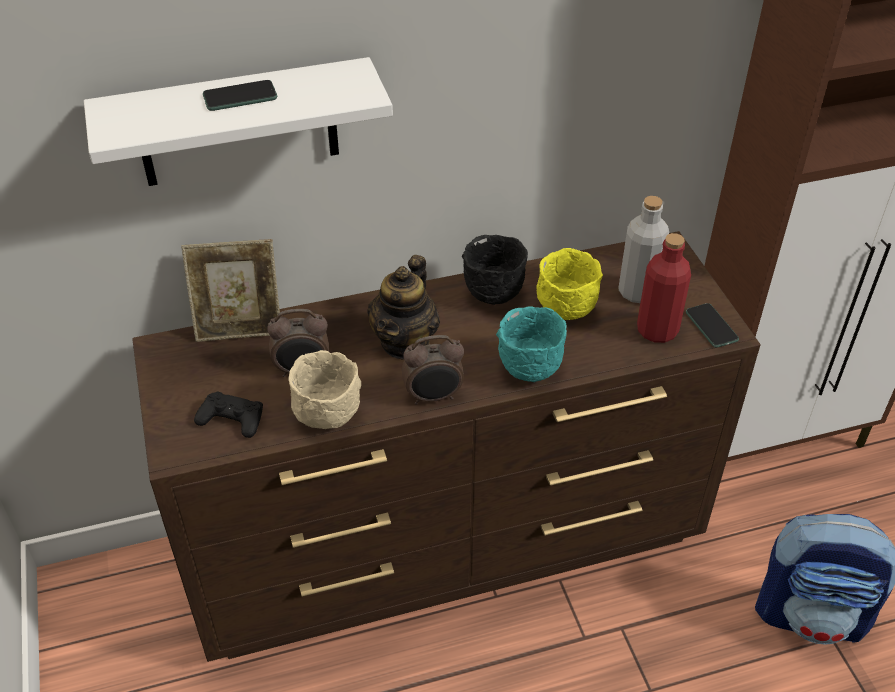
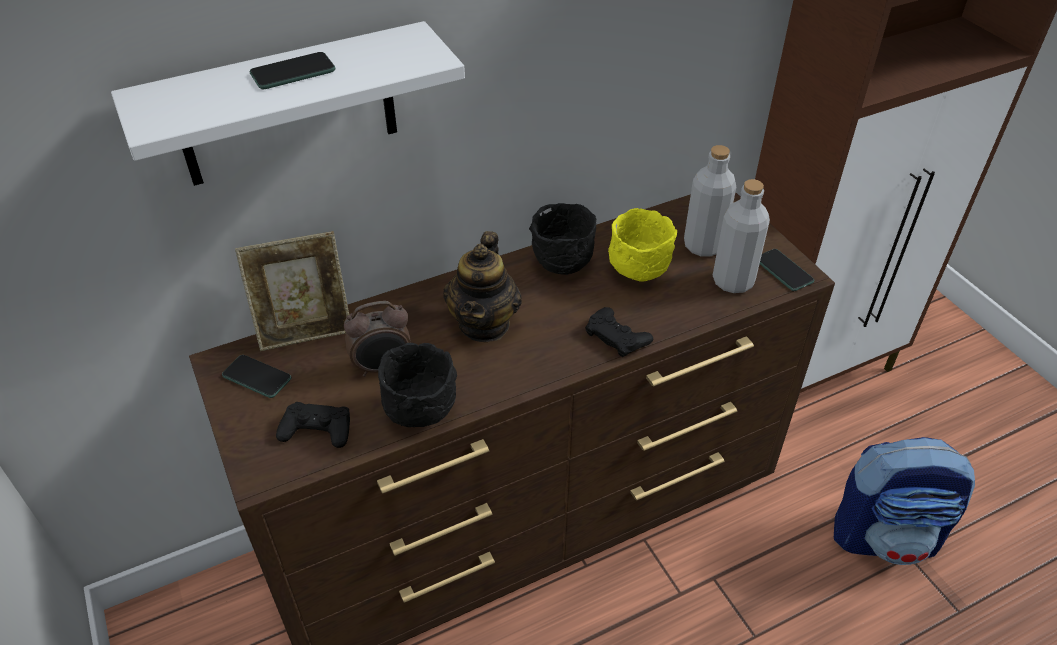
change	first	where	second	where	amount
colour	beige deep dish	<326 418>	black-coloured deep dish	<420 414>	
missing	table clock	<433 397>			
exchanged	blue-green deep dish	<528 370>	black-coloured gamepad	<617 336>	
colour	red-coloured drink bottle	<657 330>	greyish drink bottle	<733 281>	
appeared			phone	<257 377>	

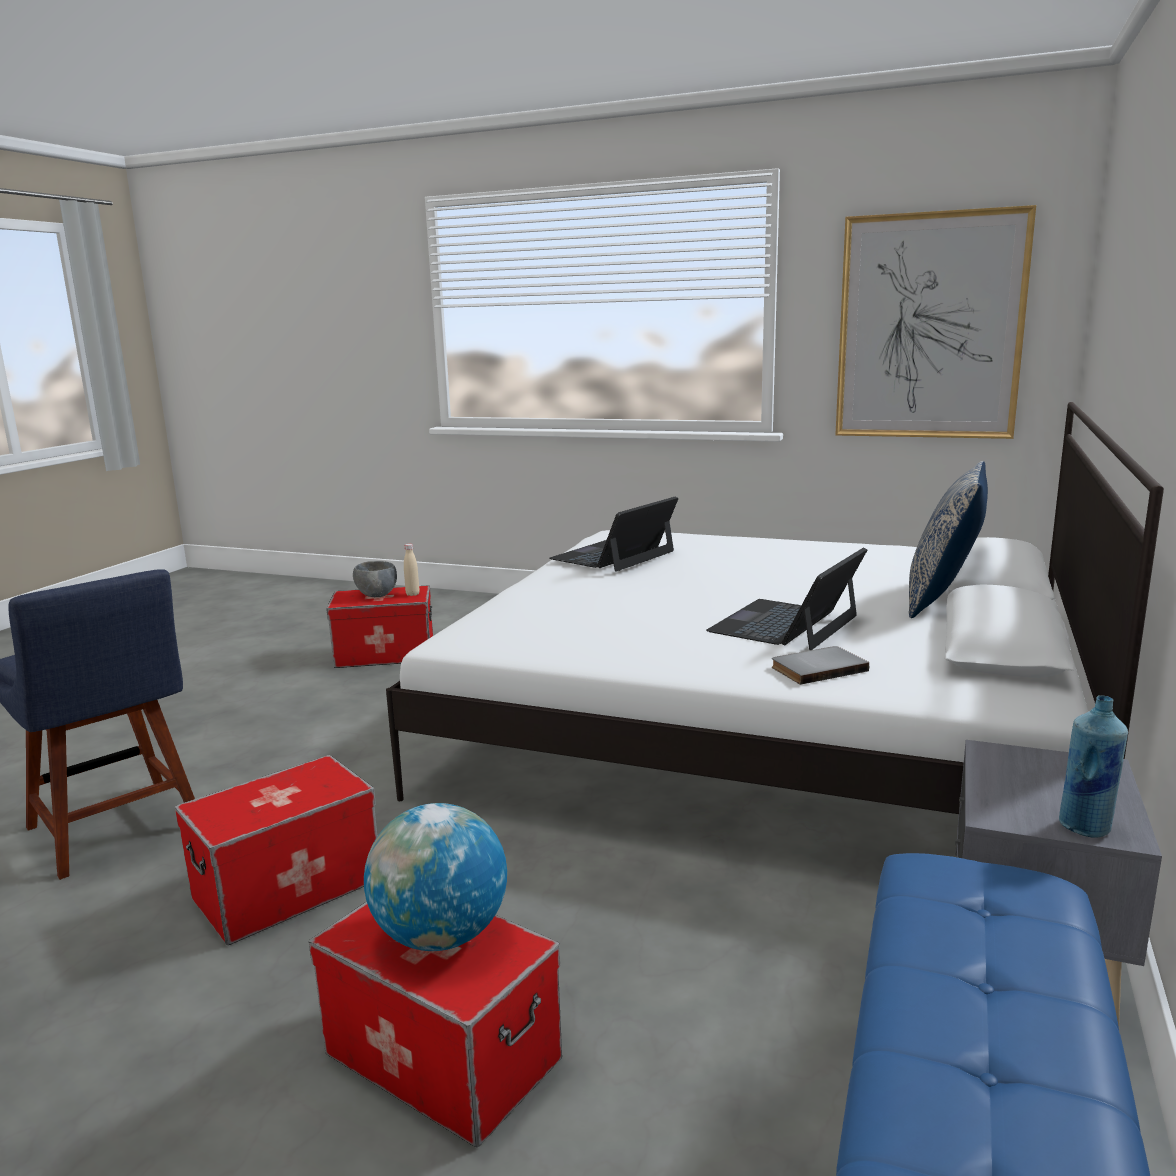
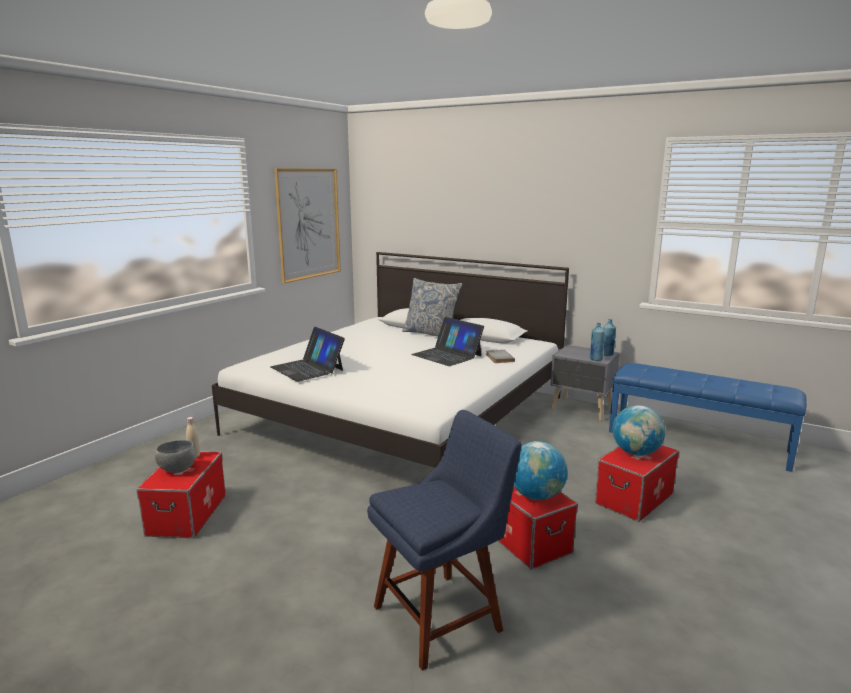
change	first	where	second	where	amount
appeared			world globe	<536 495>	
appeared			blue drink bottle	<596 359>	

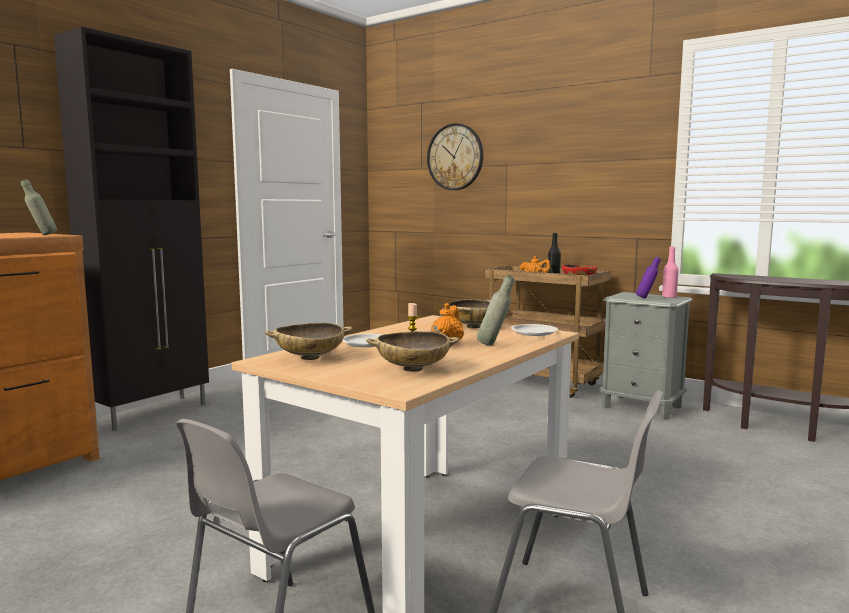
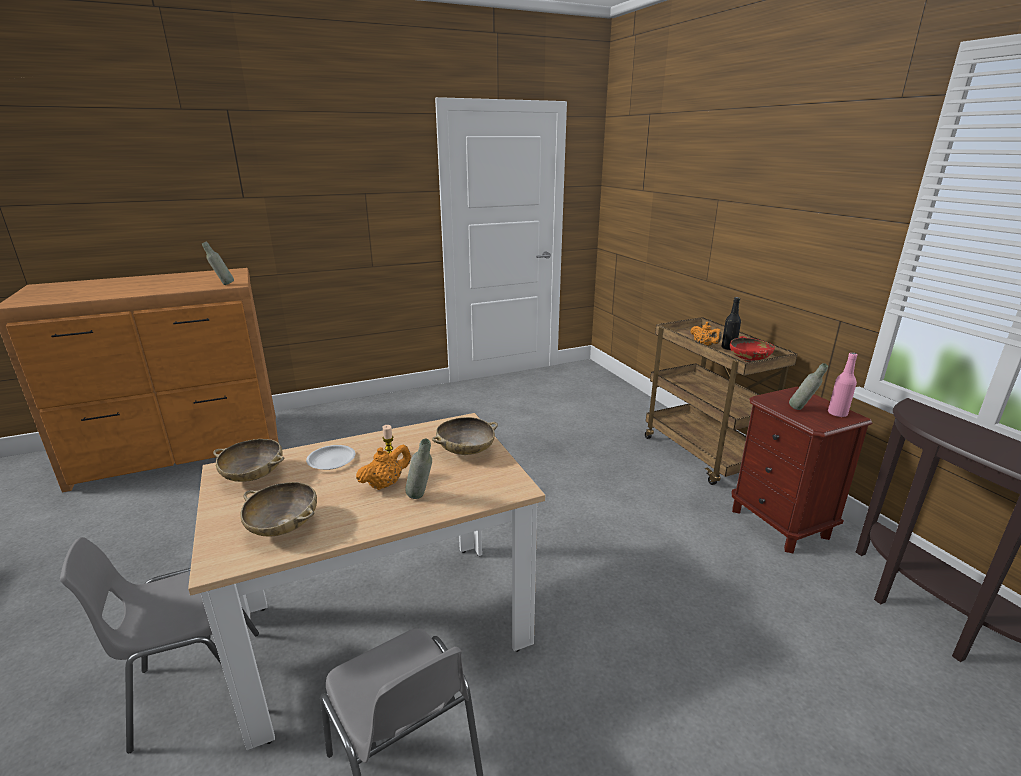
change	first	where	second	where	amount
missing	black-coloured storage cabinet	<152 412>			
missing	clock on the wall	<455 157>			
missing	white flat dish	<534 333>			
colour	greyish nightstand	<641 407>	brownish nightstand	<779 523>	
colour	purple-coloured drink bottle	<647 298>	greyish drink bottle	<802 410>	

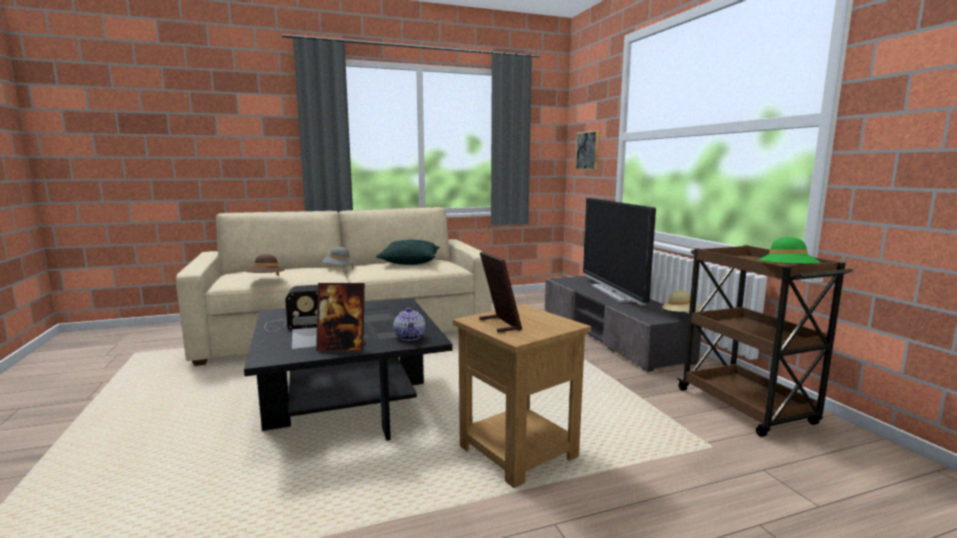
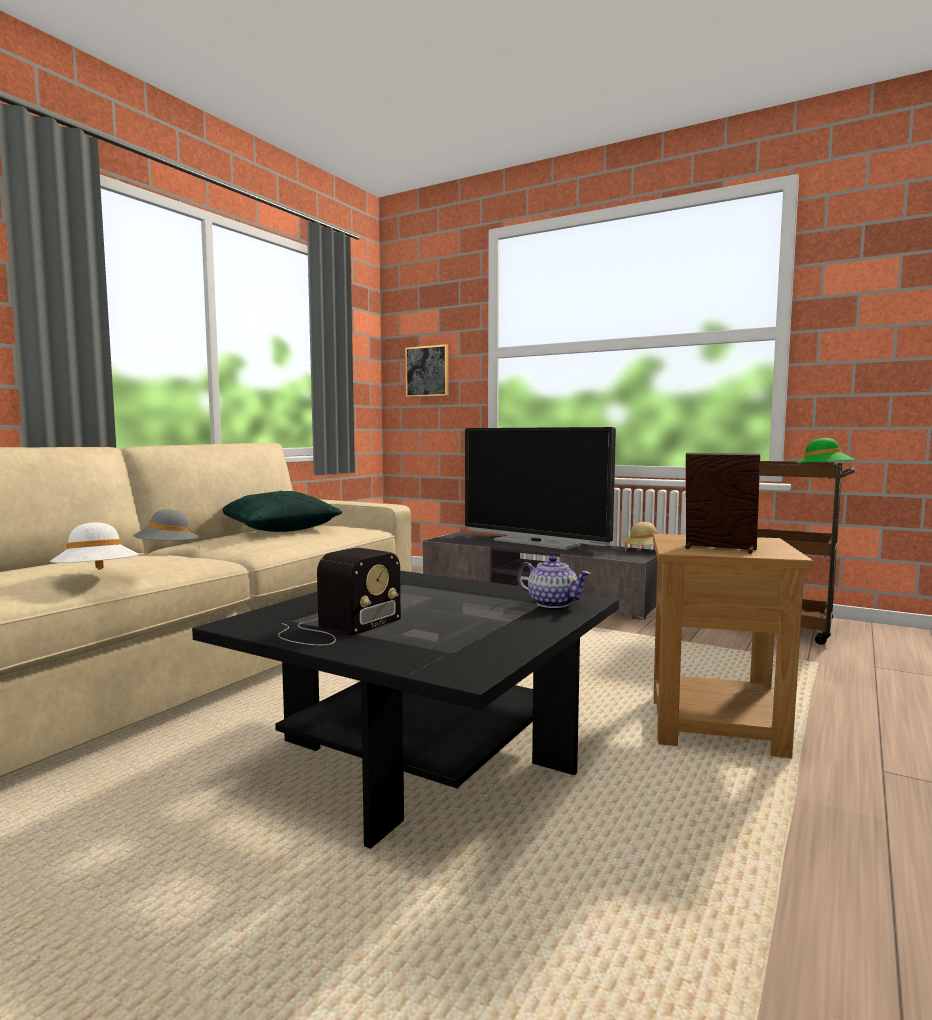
change	first	where	second	where	amount
colour	brownish clothing hat	<266 279>	white clothing hat	<97 577>	
missing	picture frame	<342 347>			

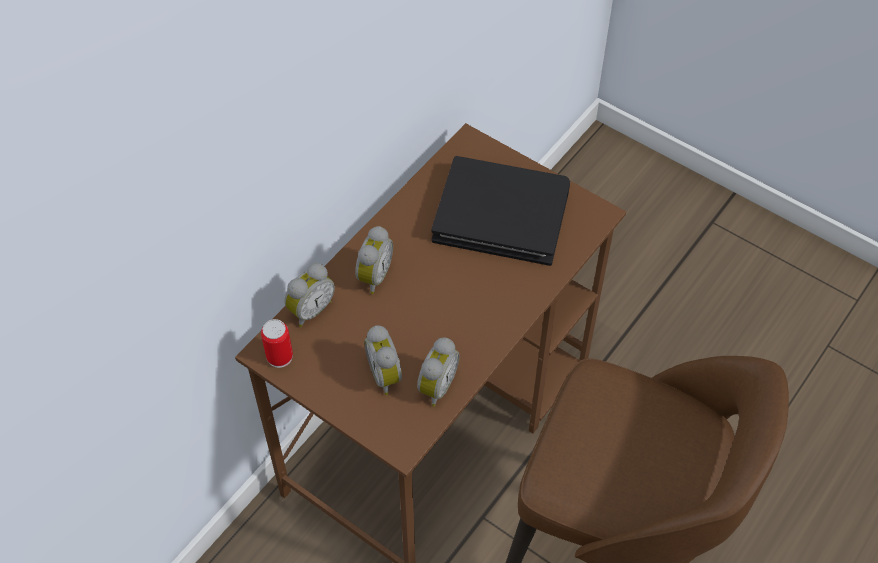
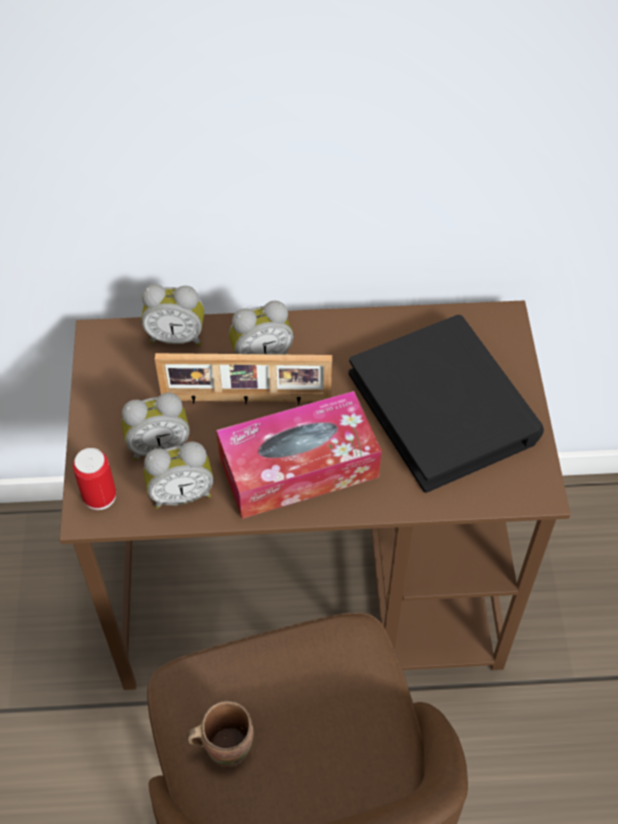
change	first	where	second	where	amount
relocated	sealed can	<279 357>		<99 496>	
spun	table clock	<387 375>		<159 445>	135 degrees counterclockwise
appeared			picture frame	<246 400>	
appeared			brownish tea mug	<225 744>	
appeared			tissue holder	<298 467>	

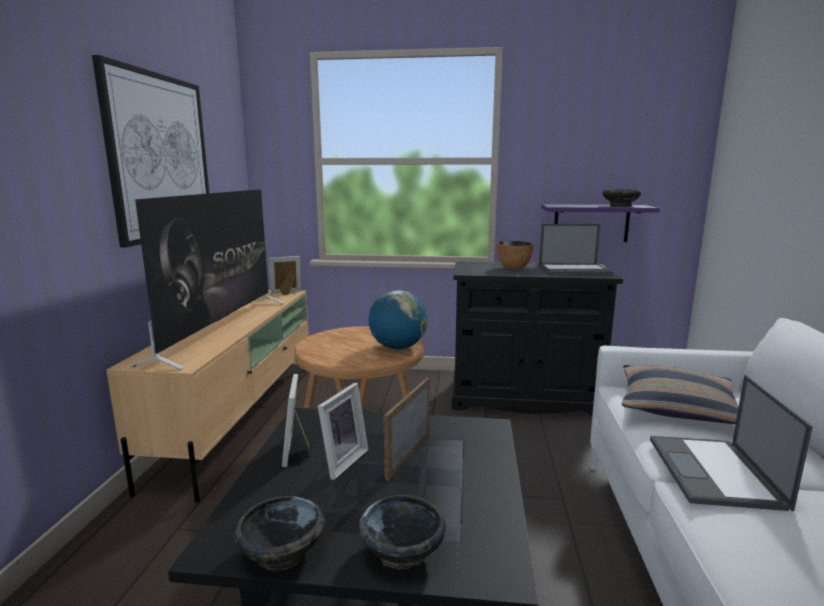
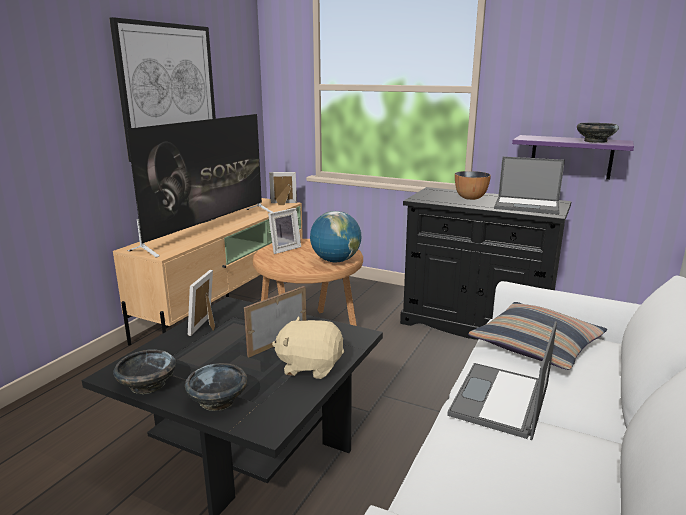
change	first	where	second	where	amount
relocated	picture frame	<340 461>		<284 249>	
appeared			beige plush toy	<310 366>	

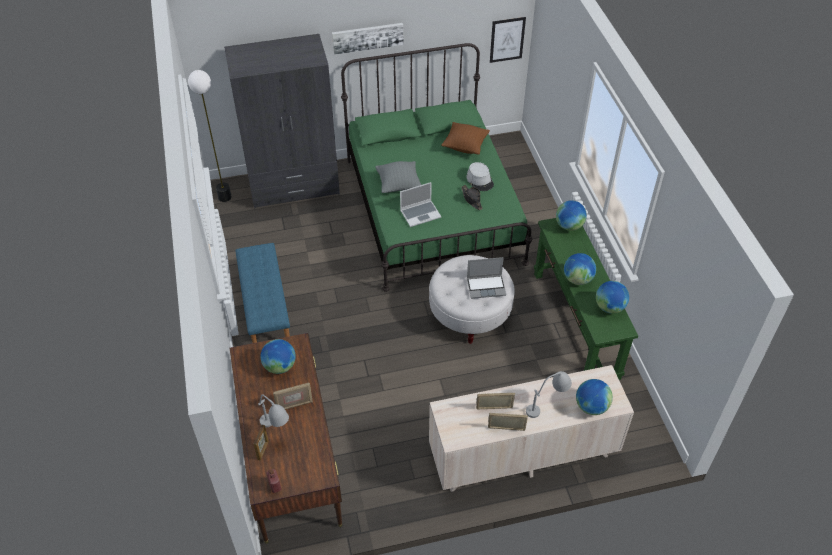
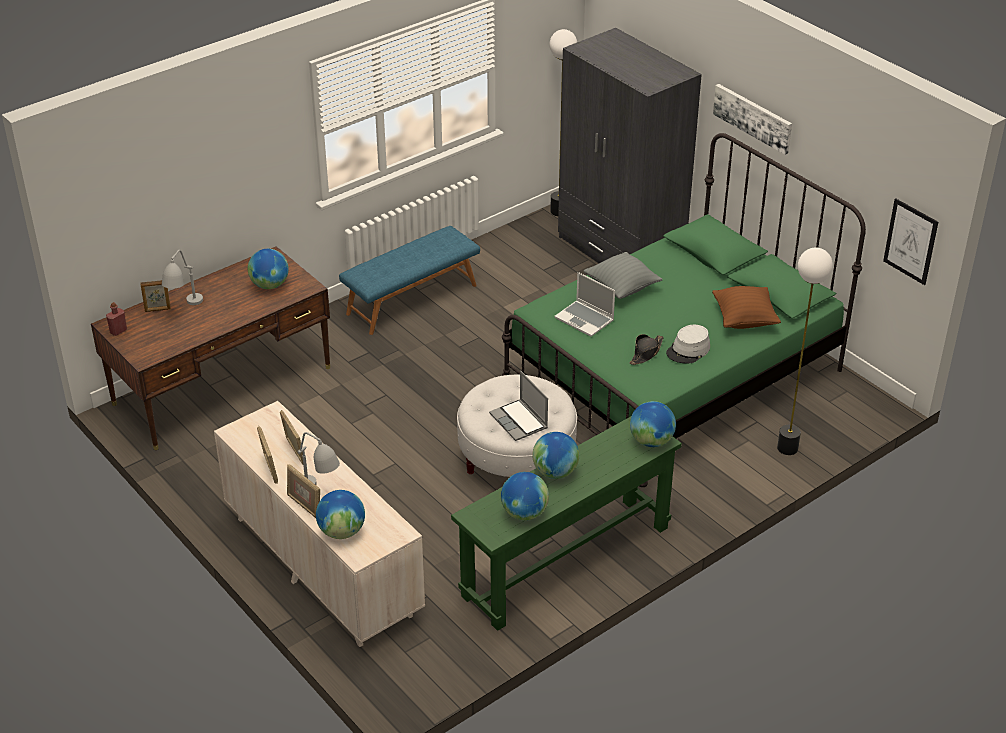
change	first	where	second	where	amount
relocated	picture frame	<294 405>		<304 506>	
appeared			standing lamp	<787 448>	

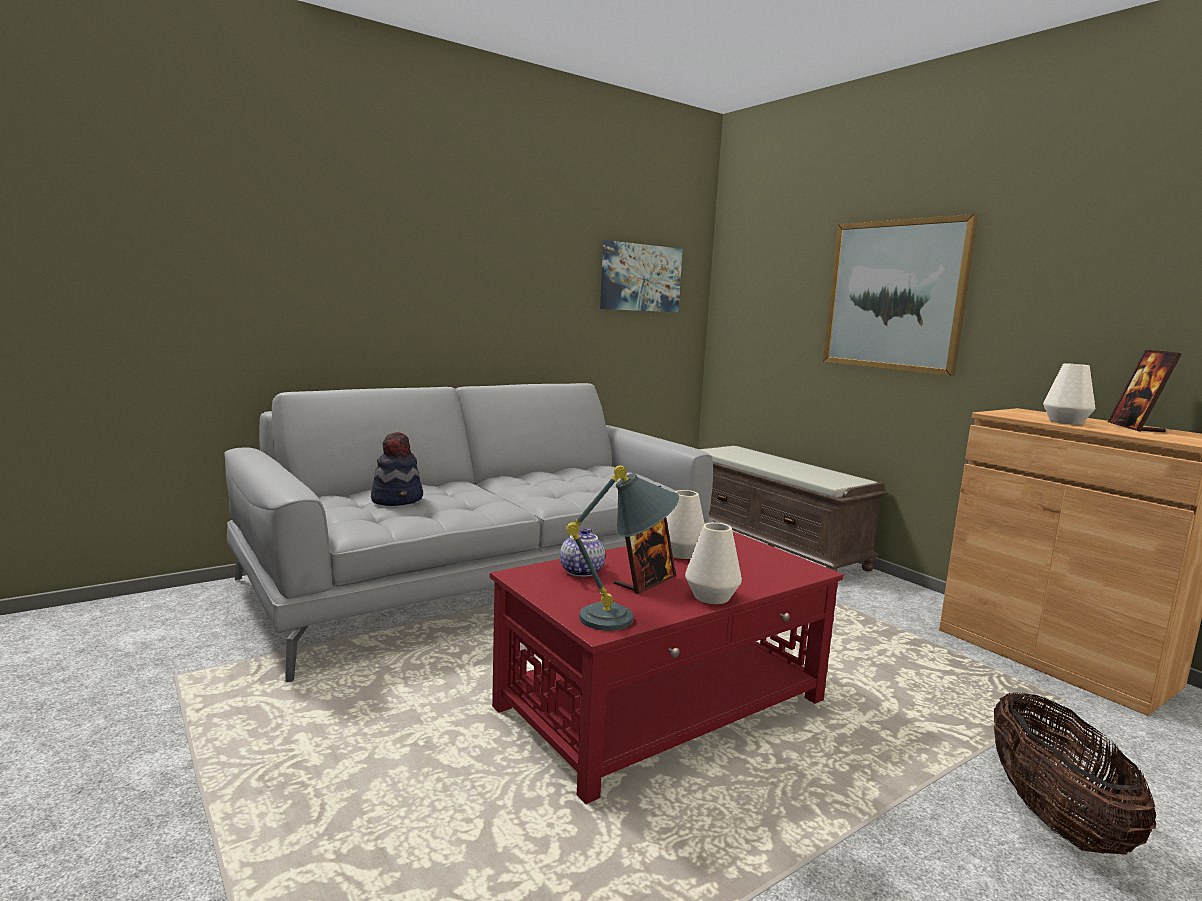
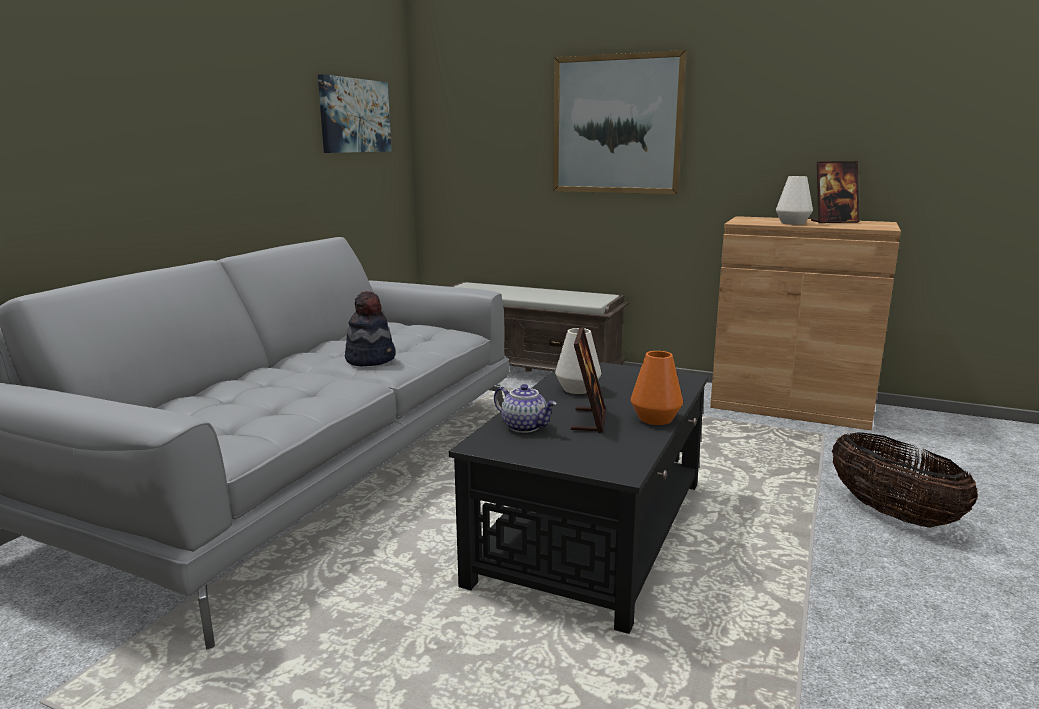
change	first	where	second	where	amount
relocated	clothing hat	<398 500>		<371 359>	
colour	red-coloured lounge table	<664 704>	black-coloured lounge table	<594 530>	
spun	teapot	<580 571>		<525 426>	150 degrees clockwise
missing	greyish lamp for a table	<626 619>			
colour	white vase	<711 597>	orange-coloured vase	<655 419>	
spun	picture frame	<1135 428>		<834 222>	75 degrees counterclockwise

